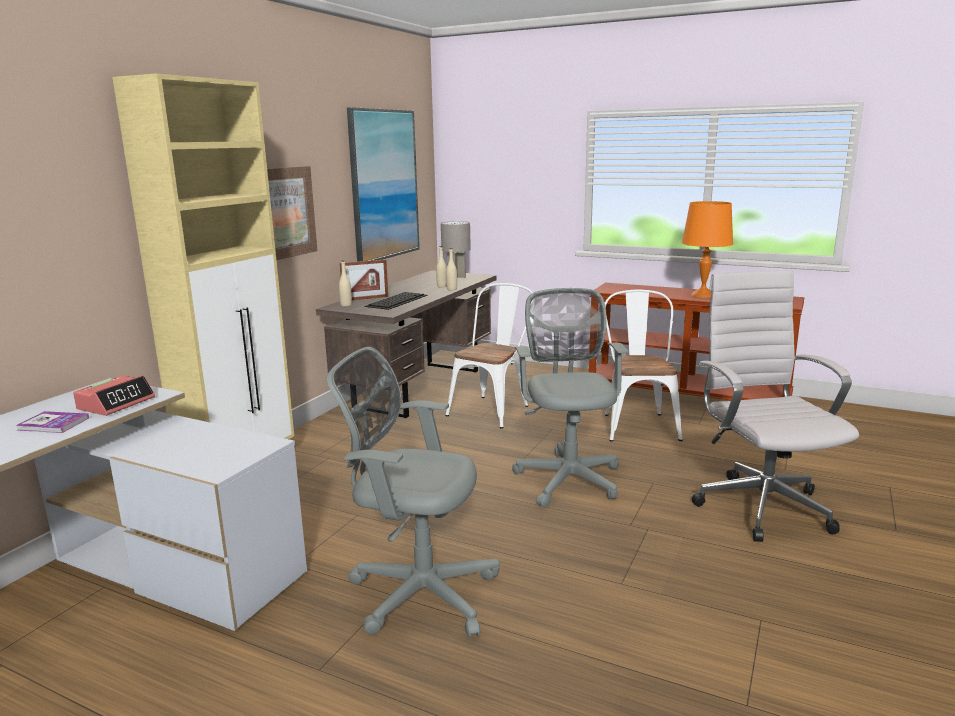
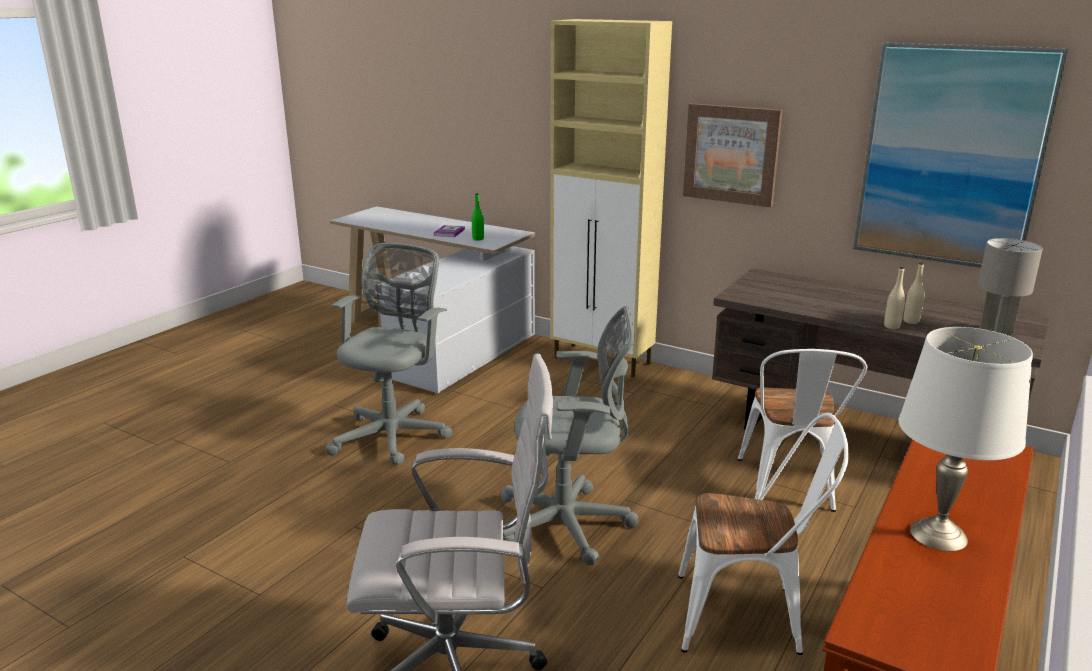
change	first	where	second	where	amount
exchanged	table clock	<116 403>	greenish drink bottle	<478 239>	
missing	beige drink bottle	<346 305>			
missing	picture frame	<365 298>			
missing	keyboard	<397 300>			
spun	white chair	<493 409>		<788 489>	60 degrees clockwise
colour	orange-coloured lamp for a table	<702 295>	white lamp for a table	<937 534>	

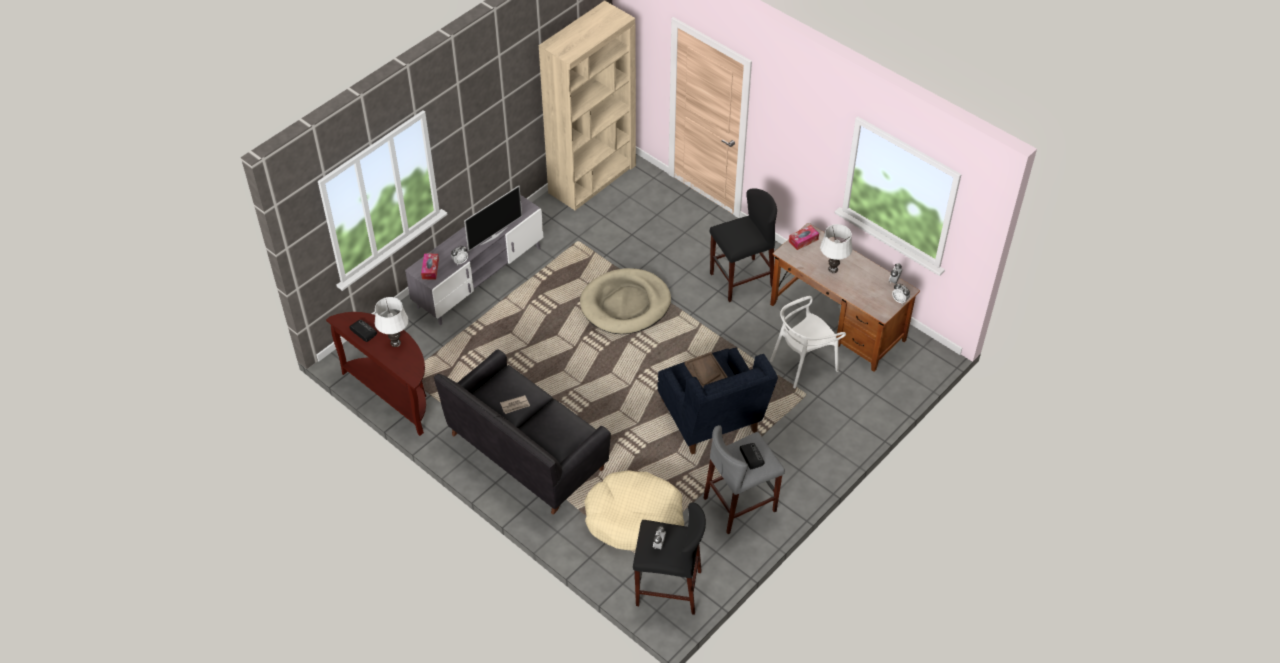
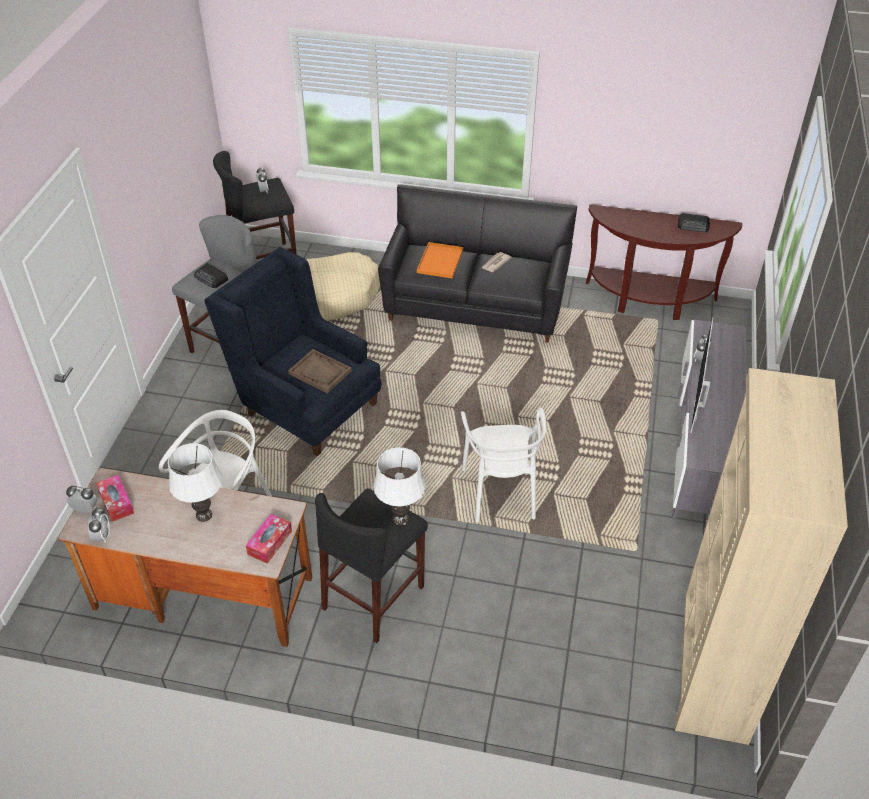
change	first	where	second	where	amount
relocated	white lamp for a table	<395 343>		<400 518>	
relocated	tissue holder	<430 269>		<116 502>	
exchanged	beige pet bed	<625 304>	white chair	<501 492>	
appeared			orange-coloured carrying tray	<440 262>	

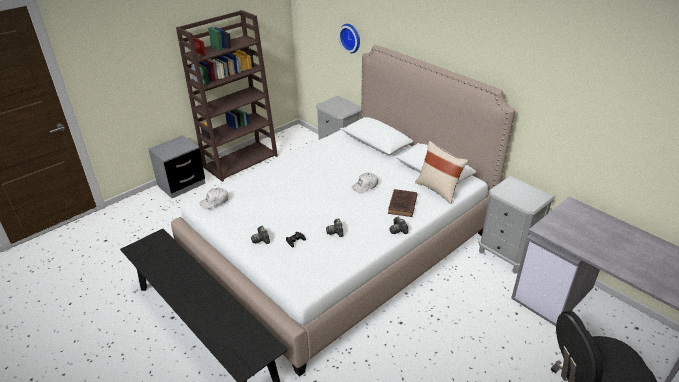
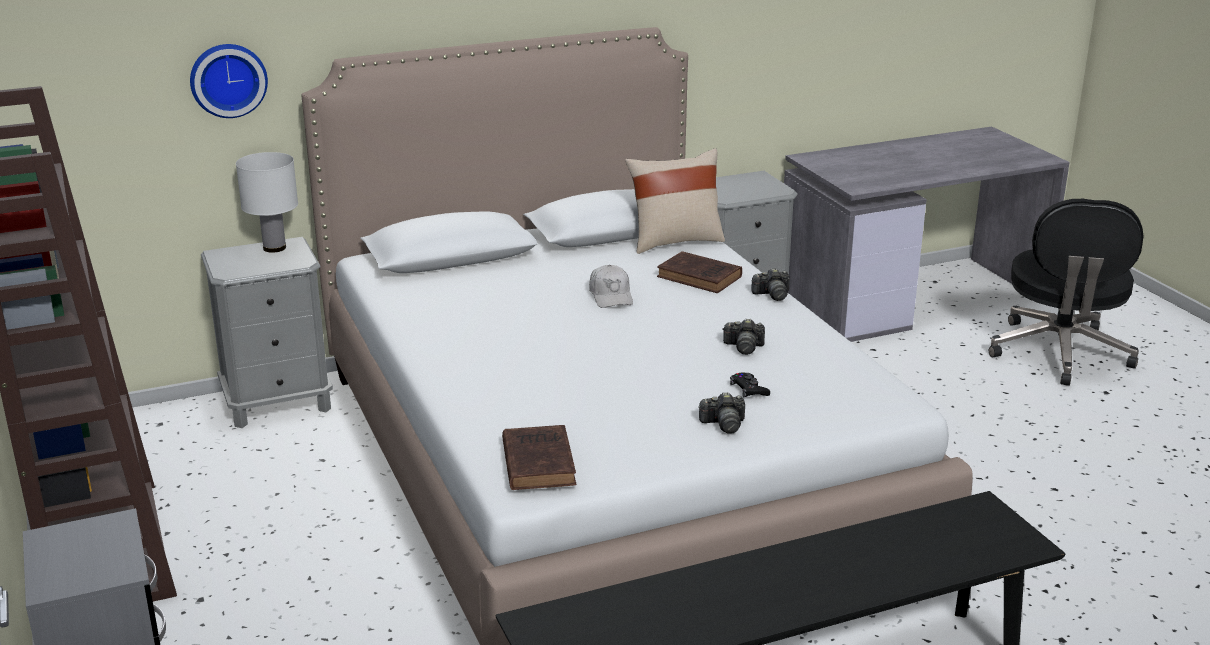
change	first	where	second	where	amount
exchanged	white cap	<214 202>	brownish volume	<538 462>	
appeared			white lamp for a table	<274 248>	

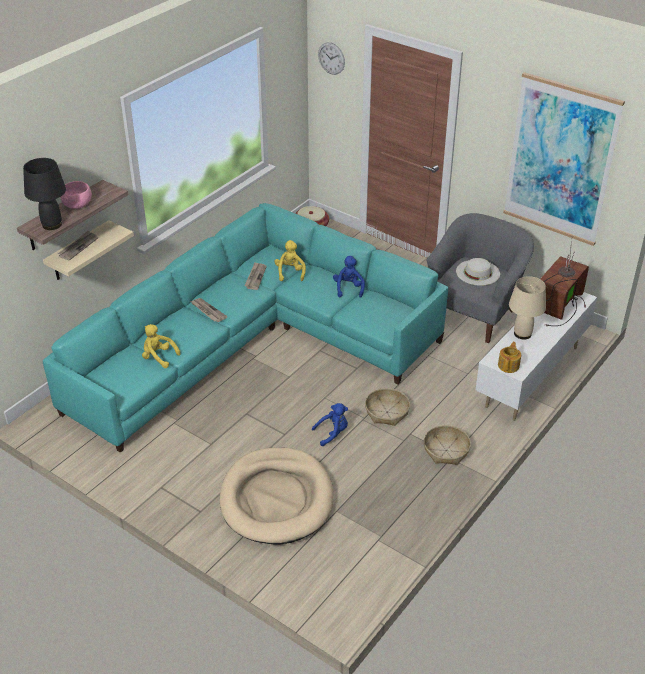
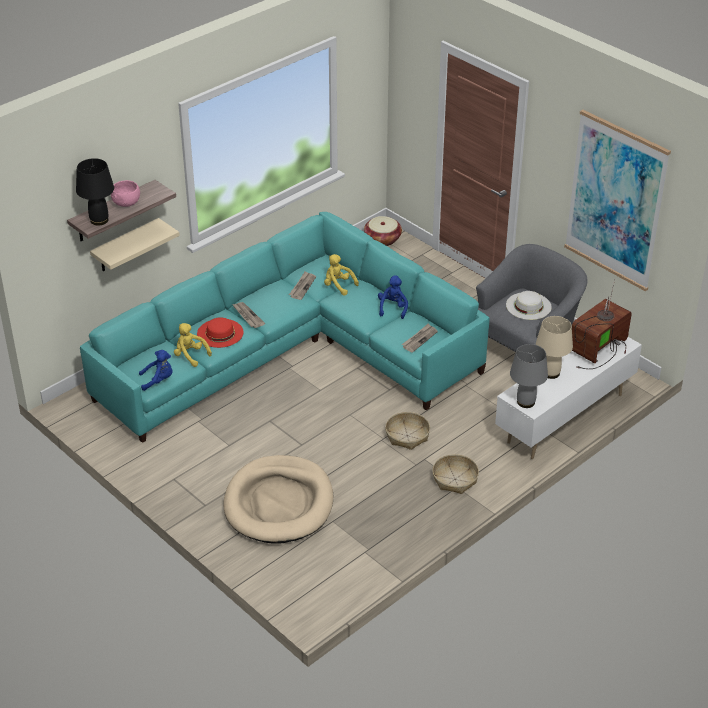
change	first	where	second	where	amount
relocated	newspaper	<78 247>		<419 339>	
spun	yellow plush toy	<290 272>		<338 286>	60 degrees counterclockwise
relocated	blue plush toy	<332 433>		<158 380>	
missing	clock on the wall	<331 58>			
exchanged	teapot	<509 365>	greyish lamp for a table	<526 402>	
appeared			red-coloured clothing hat	<220 333>	

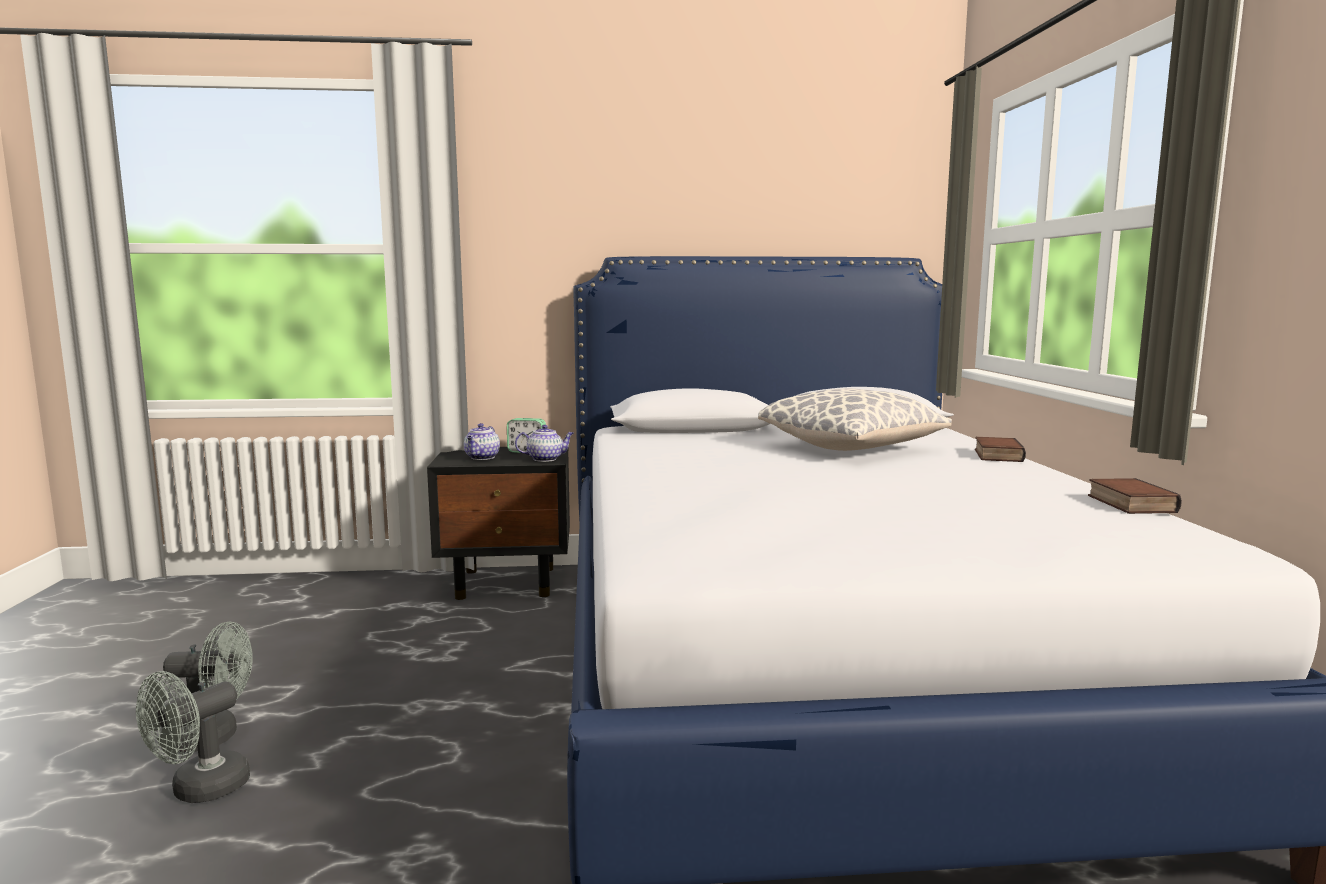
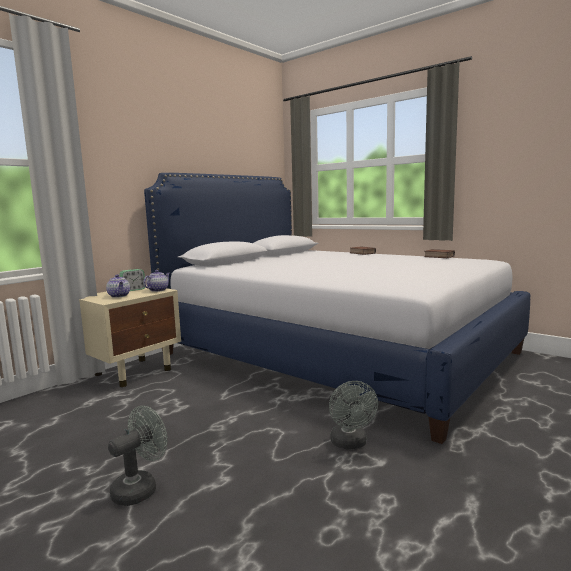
change	first	where	second	where	amount
relocated	greyish fan	<199 790>		<350 444>	
colour	black-coloured nightstand	<508 583>	beige nightstand	<134 372>	
missing	cushion	<851 448>			

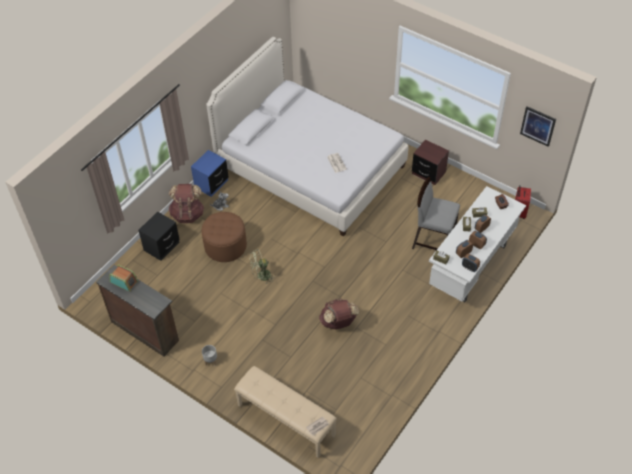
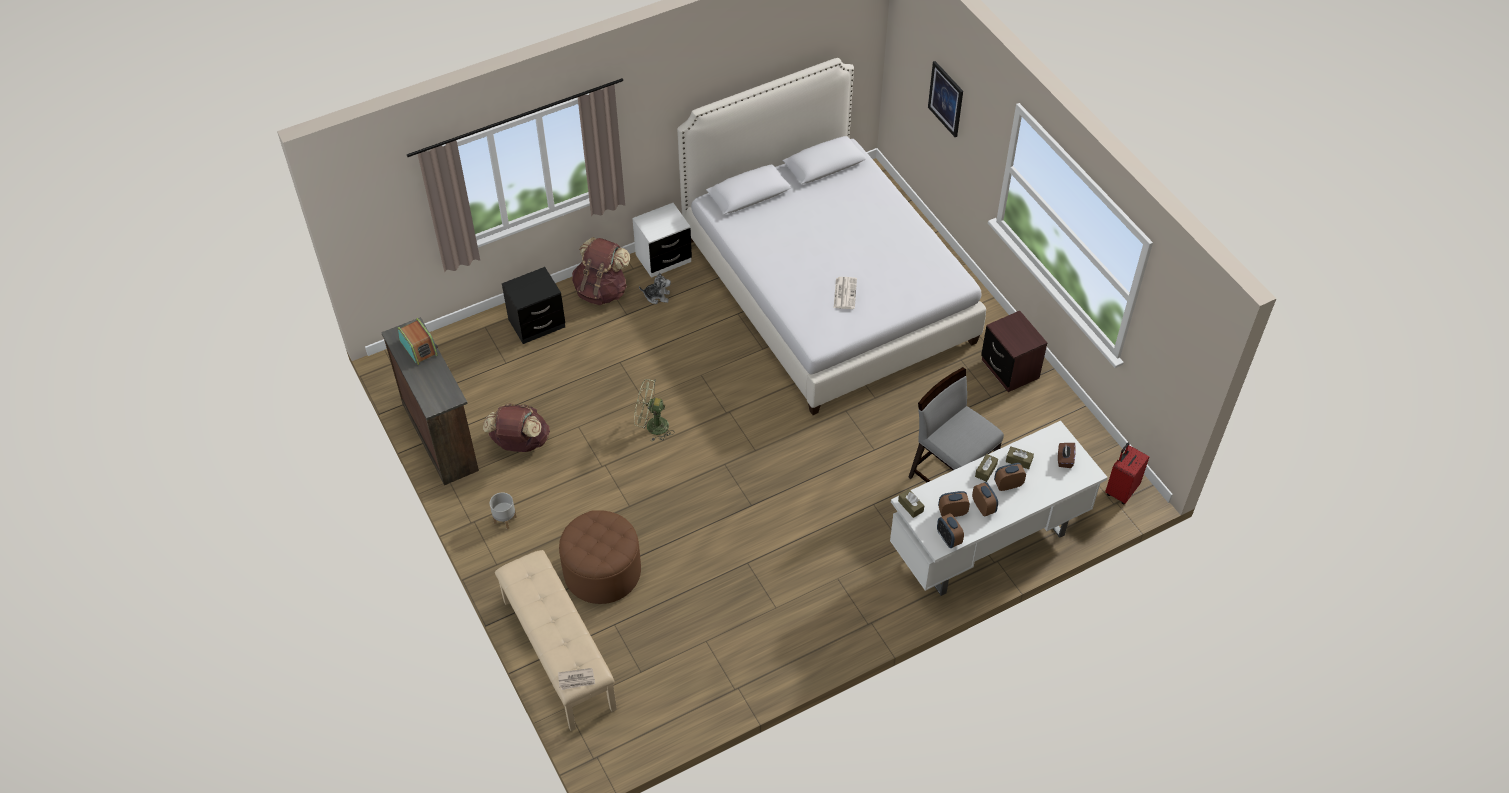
change	first	where	second	where	amount
colour	blue nightstand	<211 184>	white nightstand	<663 258>	
relocated	brownish footrest	<225 246>		<602 571>	
relocated	brownish knapsack	<338 322>		<520 443>	
relocated	wall art	<538 126>		<946 98>	

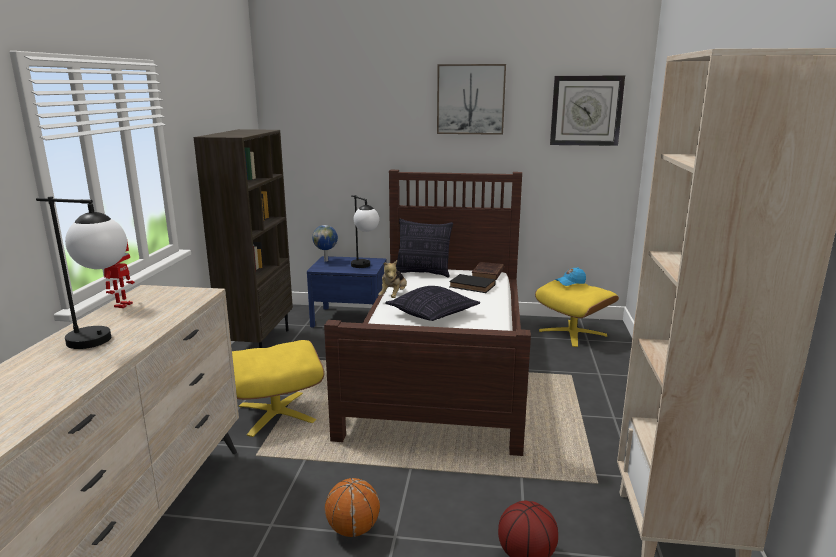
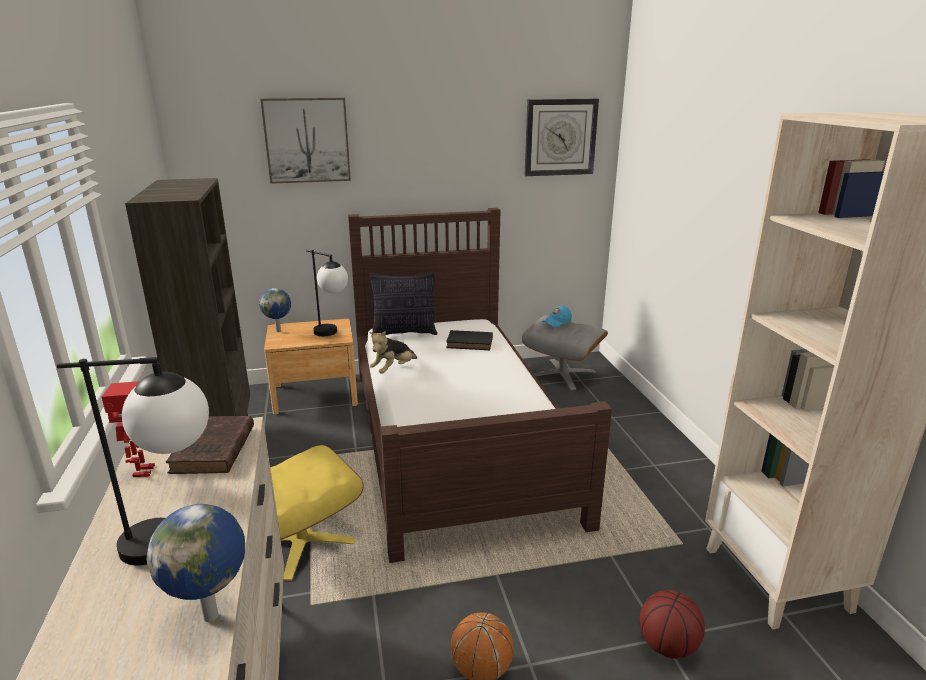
change	first	where	second	where	amount
colour	blue nightstand	<349 318>	brownish nightstand	<315 395>	
spun	plush toy	<393 296>		<393 369>	45 degrees clockwise
missing	cushion	<432 314>			
relocated	wall art	<470 99>		<307 140>	
relocated	brownish volume	<487 274>		<212 451>	
colour	yellow footrest	<573 333>	greyish footrest	<562 374>	
appeared			world globe	<213 615>	

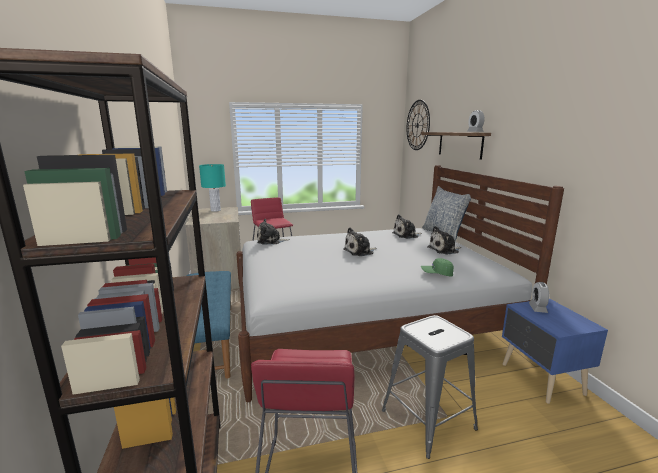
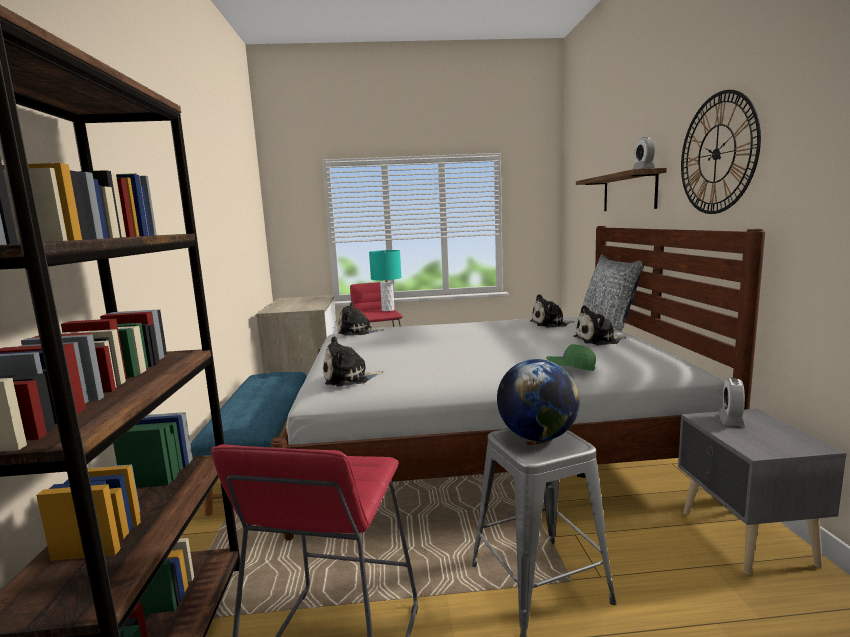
change	first	where	second	where	amount
relocated	blue-green lamp for a table	<215 210>		<388 310>	
relocated	plush toy	<360 251>		<349 378>	
relocated	clock on the wall	<417 125>		<716 154>	
colour	blue nightstand	<541 380>	greyish nightstand	<745 539>	
appeared			world globe	<537 437>	

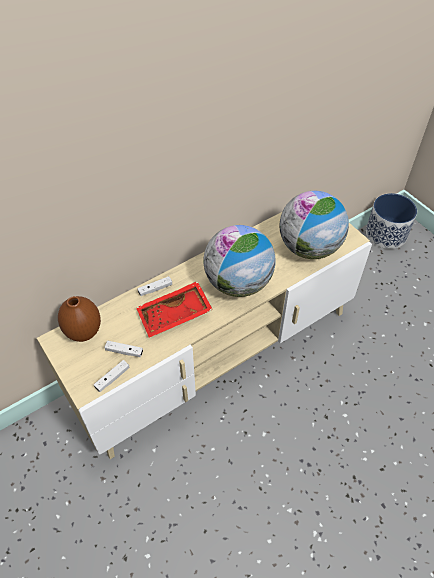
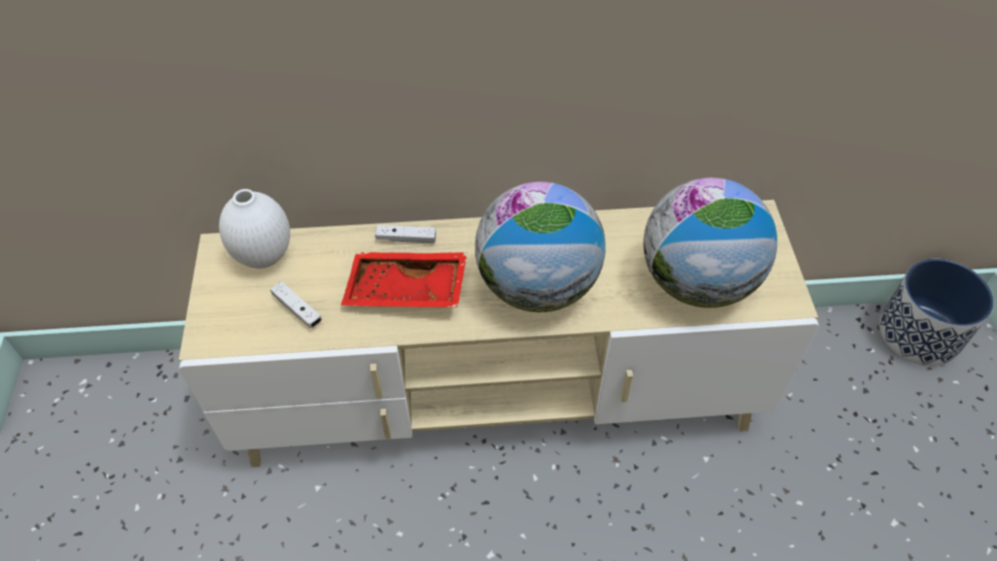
change	first	where	second	where	amount
colour	brownish vase	<83 333>	white vase	<263 257>	
missing	white gamepad	<112 378>			

